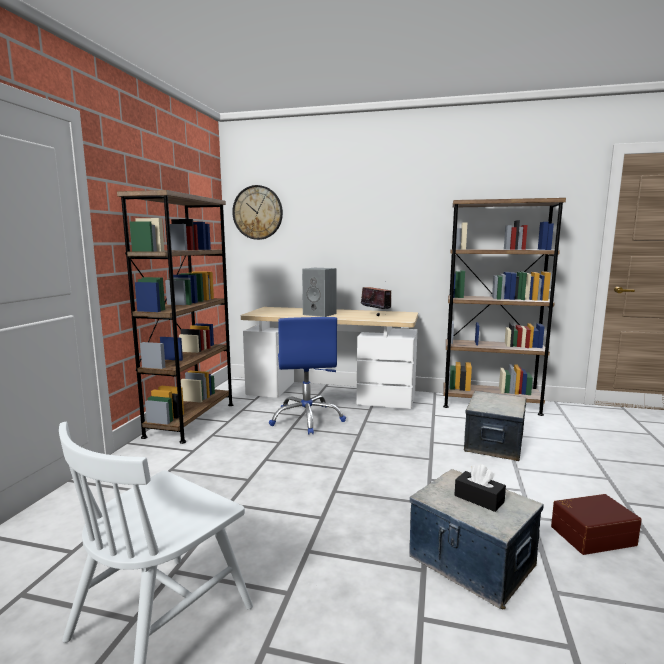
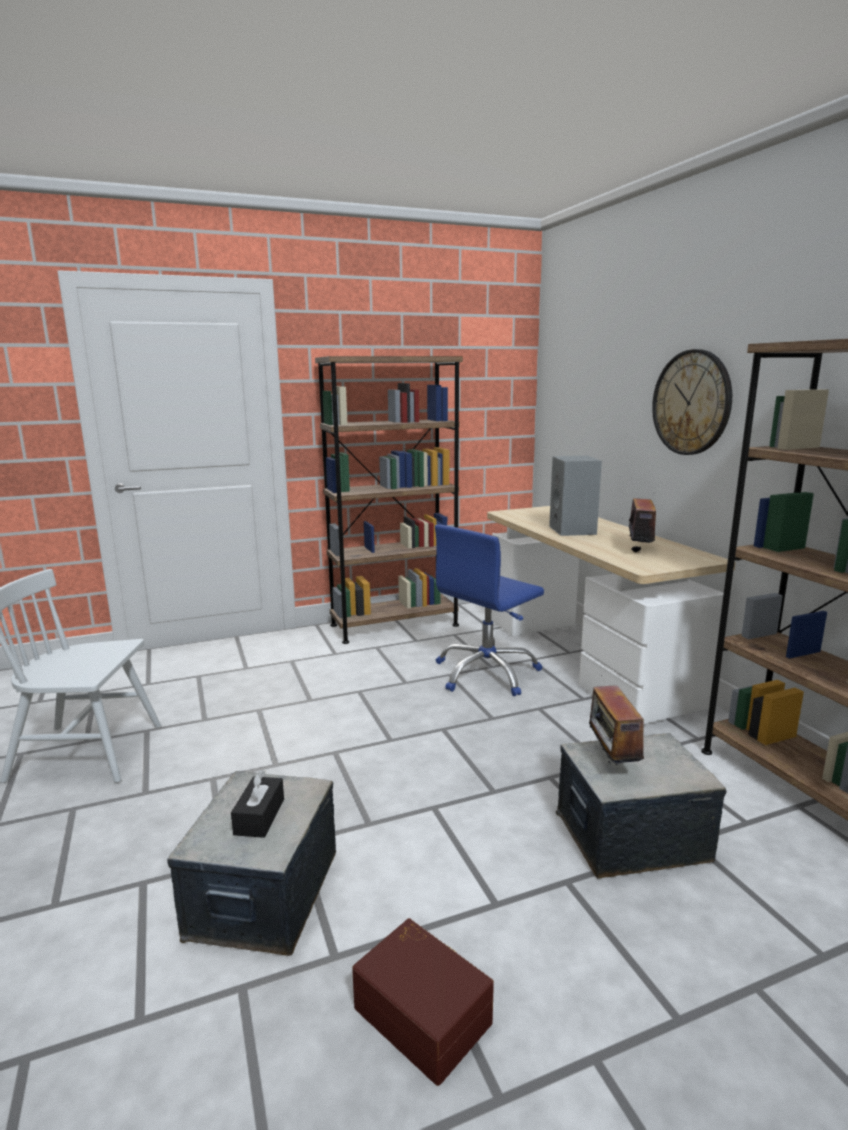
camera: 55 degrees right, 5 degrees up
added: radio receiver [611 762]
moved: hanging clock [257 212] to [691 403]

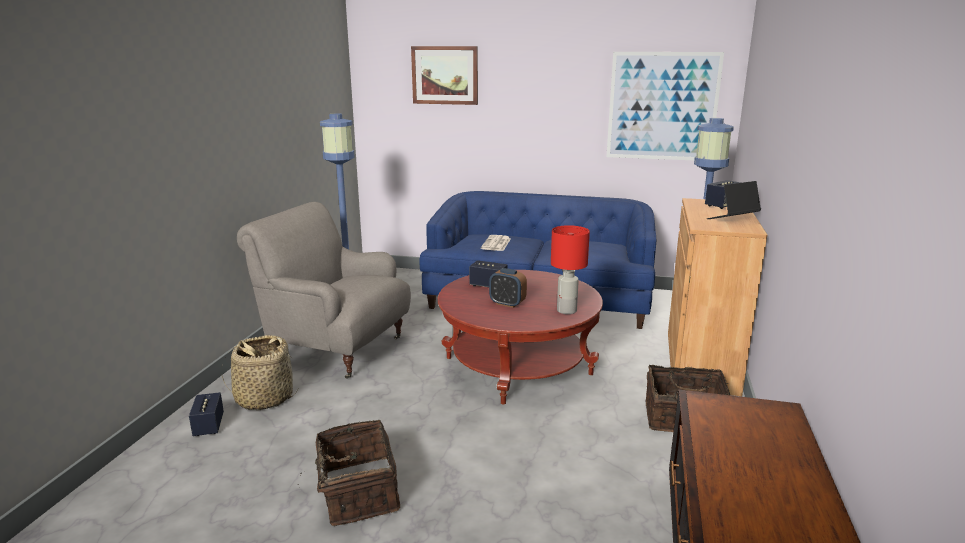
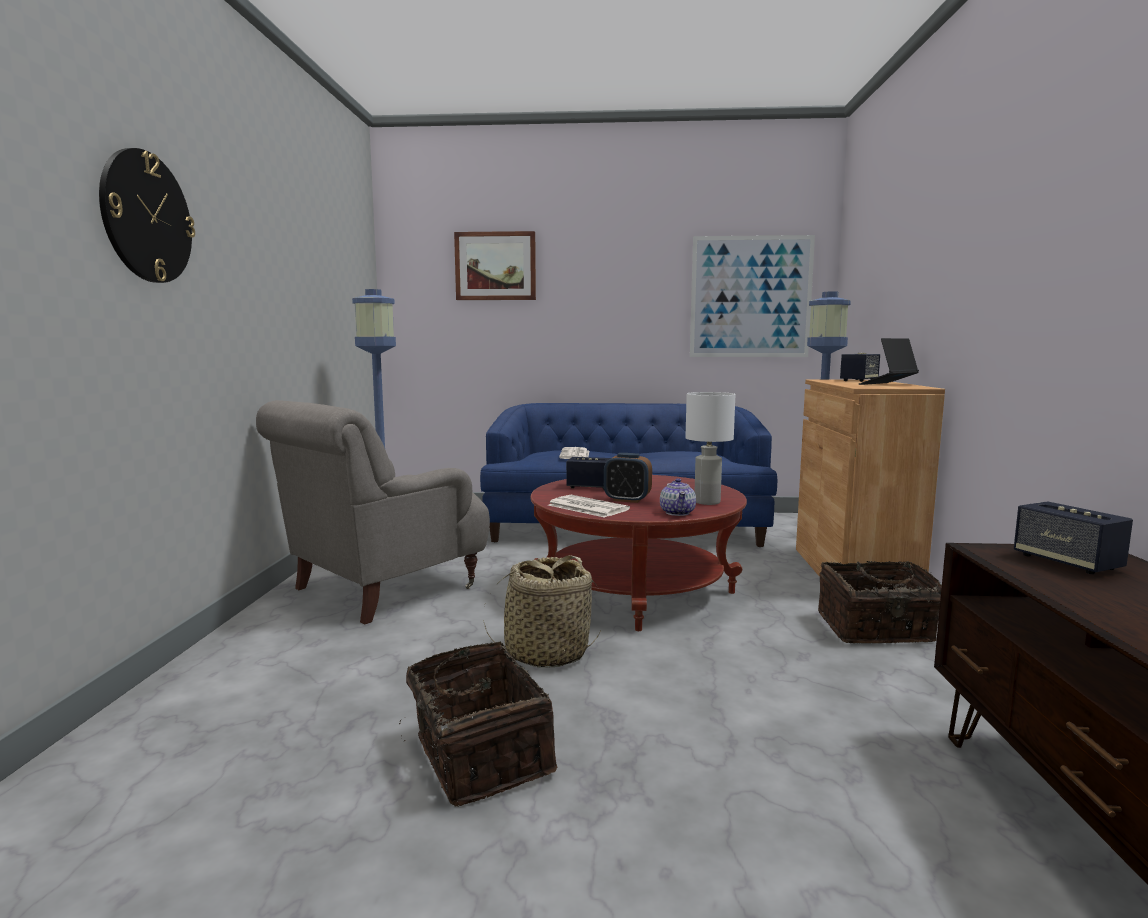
camera: 10 degrees left, 10 degrees down
added: hanging clock [146 217]; daily paper [586 507]; teapot [677 512]
moved: loudspeaker [208 426] to [1066 562]; basket [264 398] to [546 653]
recoloured: lamp for a table (reddish) [566 311] to lamp for a table (white-coloured) [707 502]
turned: armchair (gray) [336 349] = [381 589] 60 degrees counterclockwise

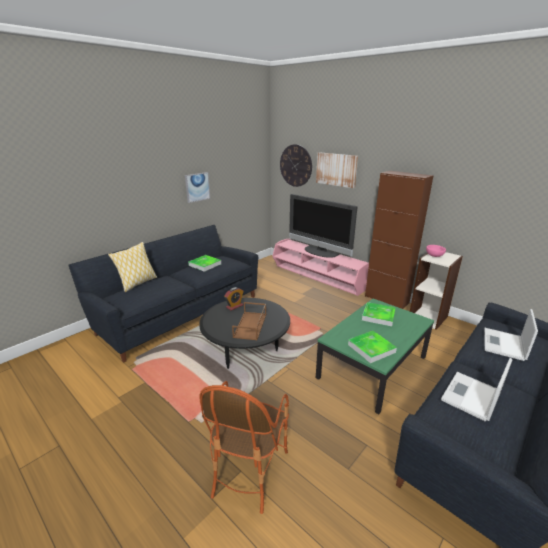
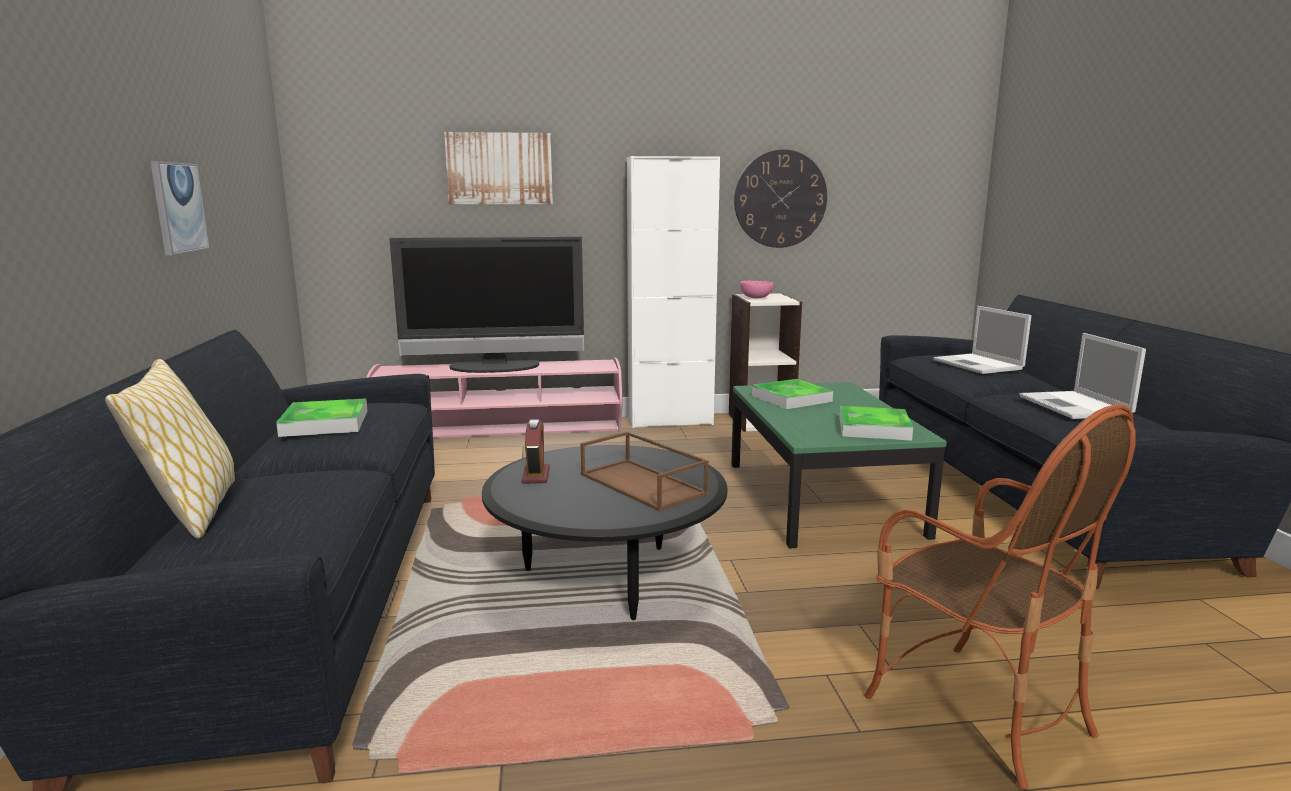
camera: 50 degrees left, 10 degrees down
moved: hanging clock [295 165] to [780 199]
recoloured: cupboard (brown-coloured) [386 299] to cupboard (white-coloured) [670 421]

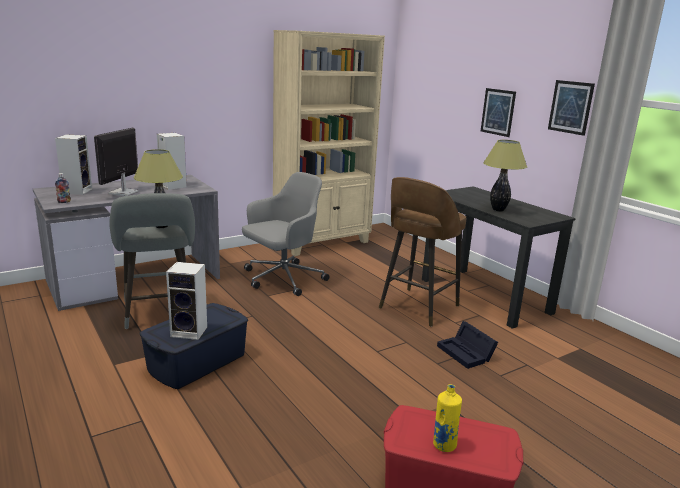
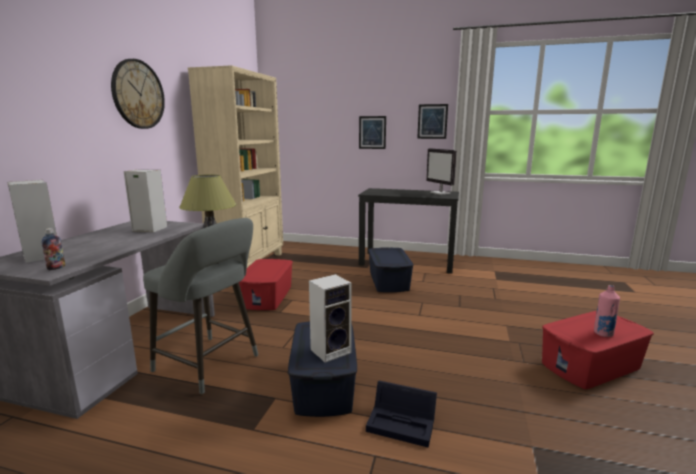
camera: 40 degrees left, 5 degrees down
removed: lamp for a table [498 210]
added: hanging clock [138 94]
moved: computer screen [123 193] to [440 193]; storage container (black-coloured) [467 353] to [403 423]
replaced: office chair (gray) [282 279] to storage container (reddish) [267 296]; stool seat (brown-coloured) [417 307] to storage container (blue) [388 281]
recoloured: beverage bottle (yellow-coloured) [444 445] to beverage bottle (pink-coloured) [603 333]

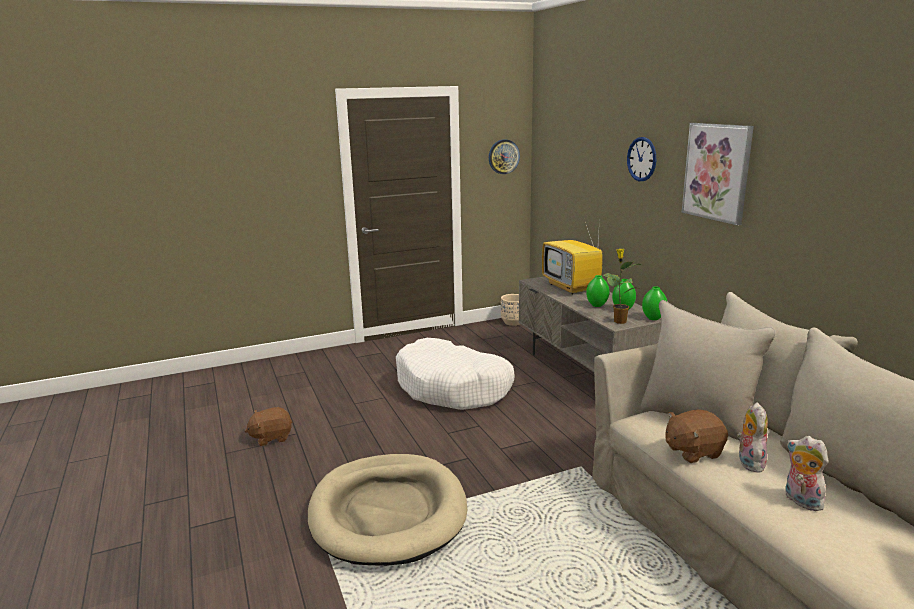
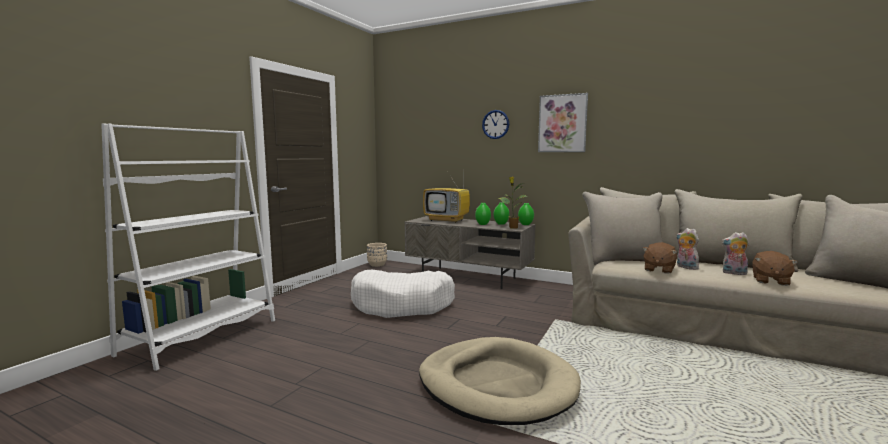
camera: 40 degrees left, 10 degrees down
removed: hanging clock [503 156]
added: shelving unit (white-coloured) [201 337]
moved: soft toy (brown-coloured) [271 437] to [770 281]

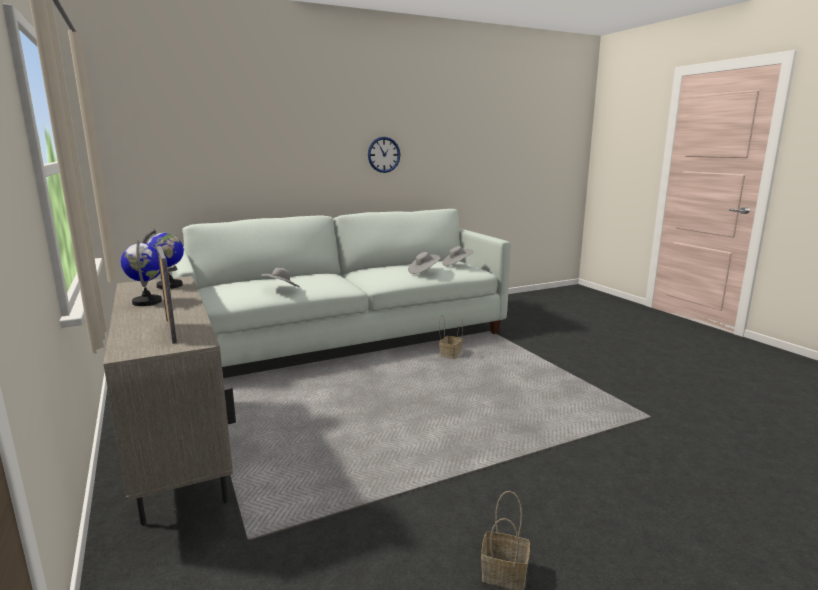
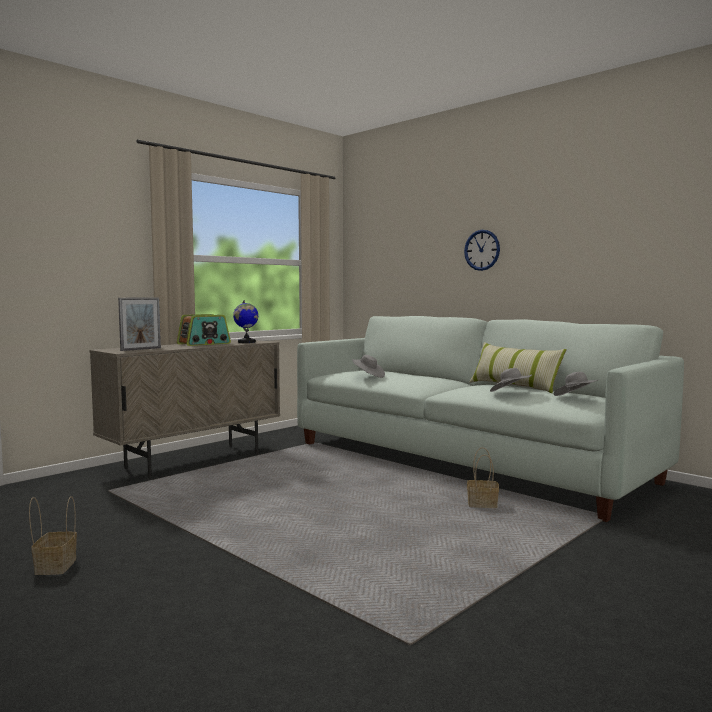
camera: 70 degrees right, 10 degrees down
added: throw pillow [514 386]
moved: hanging clock [383 154] to [482 250]
replaced: globe [147 302] to radio receiver [204 343]

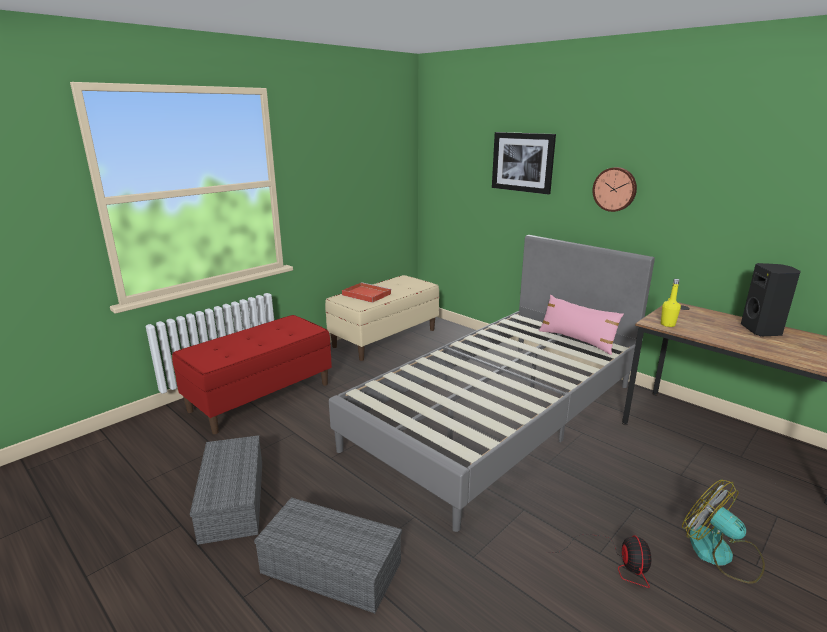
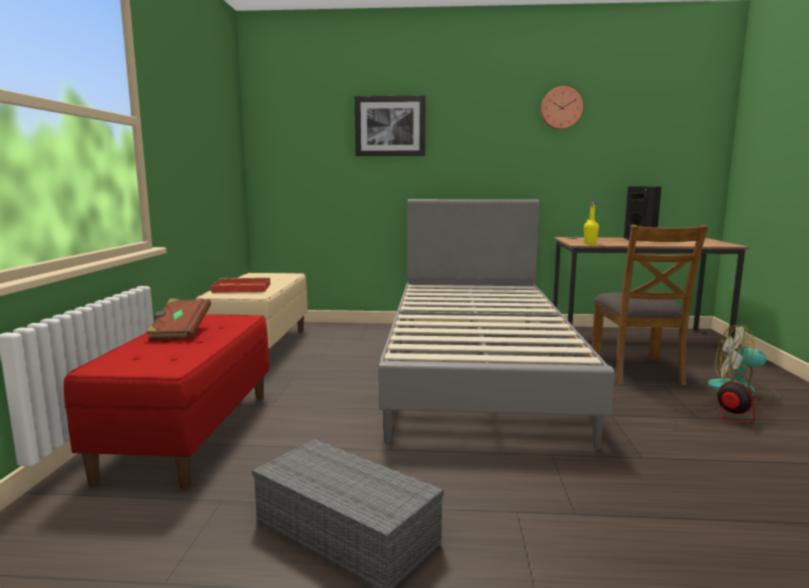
camera: 40 degrees left, 10 degrees down
removed: storage container (gray) [328 568]; throw pillow (pink-coloured) [576 340]
added: bound book (brown-coloured) [180 332]; chair (brown-coloured) [637 370]
moved: hanging clock [615 189] to [561 108]

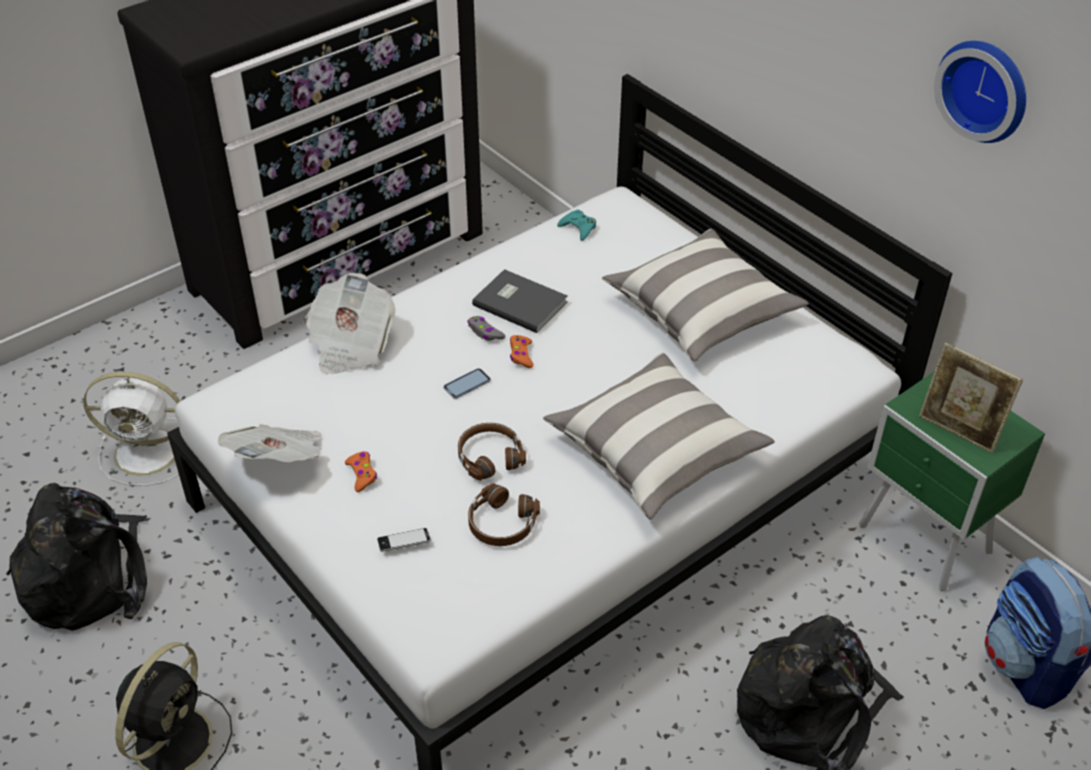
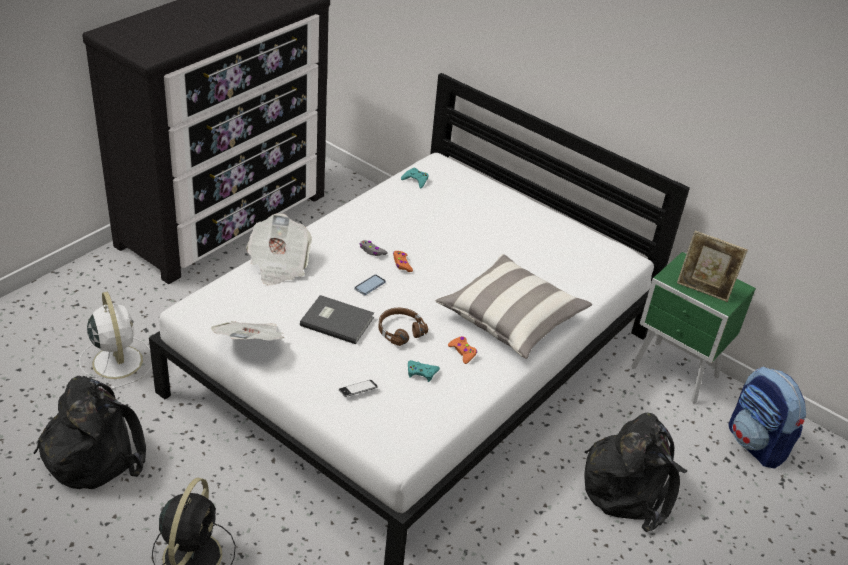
camera: 15 degrees left, 5 degrees down
removed: throw pillow [701 312]; hanging clock [986 89]
moved: gamepad (orange-coloured) [362 474] to [462 352]; bound book (gray) [520 302] to [337 320]
replaced: pair of headphones (brown-coloured) [501 524] to gamepad (turquoise-coloured) [421 372]
turned: electric fan (white-coloured) [150 452] = [117 360] 105 degrees counterclockwise

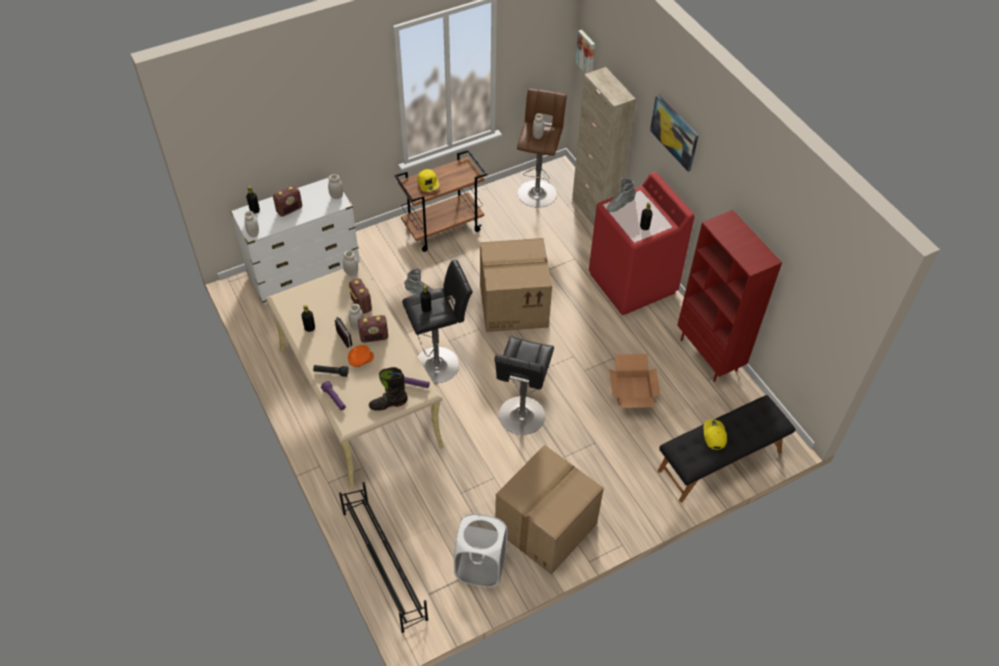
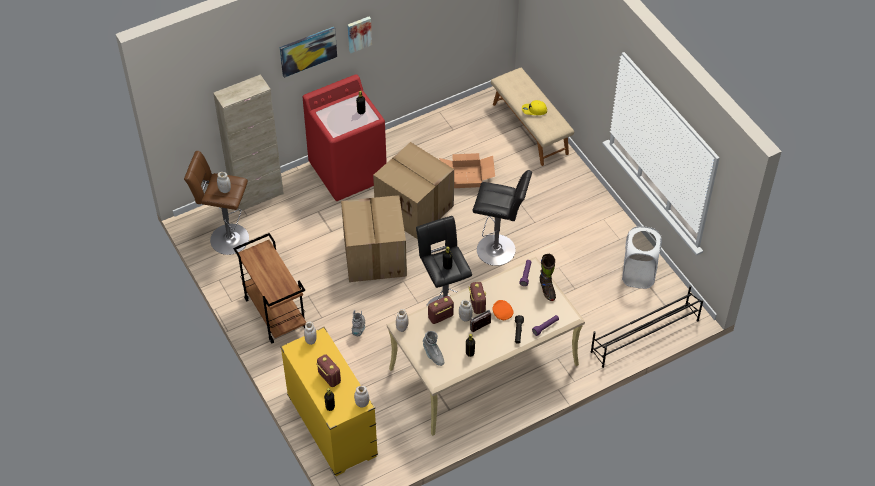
camera: 90 degrees left, 0 degrees up
removed: peaked cap (yellow-coloured) [428 183]; shelving unit (reddish) [709 355]
moved: carton [546 528] to [415 208]; wall art [586 53] to [359 33]; high-top boot (gray) [620 205] to [433 355]
recoloured: drawer chest (white-coloured) [304 272] to drawer chest (yellow-coloured) [332 426]; indoor bench (black-coloured) [720 461] to indoor bench (beige-coloured) [530 128]

